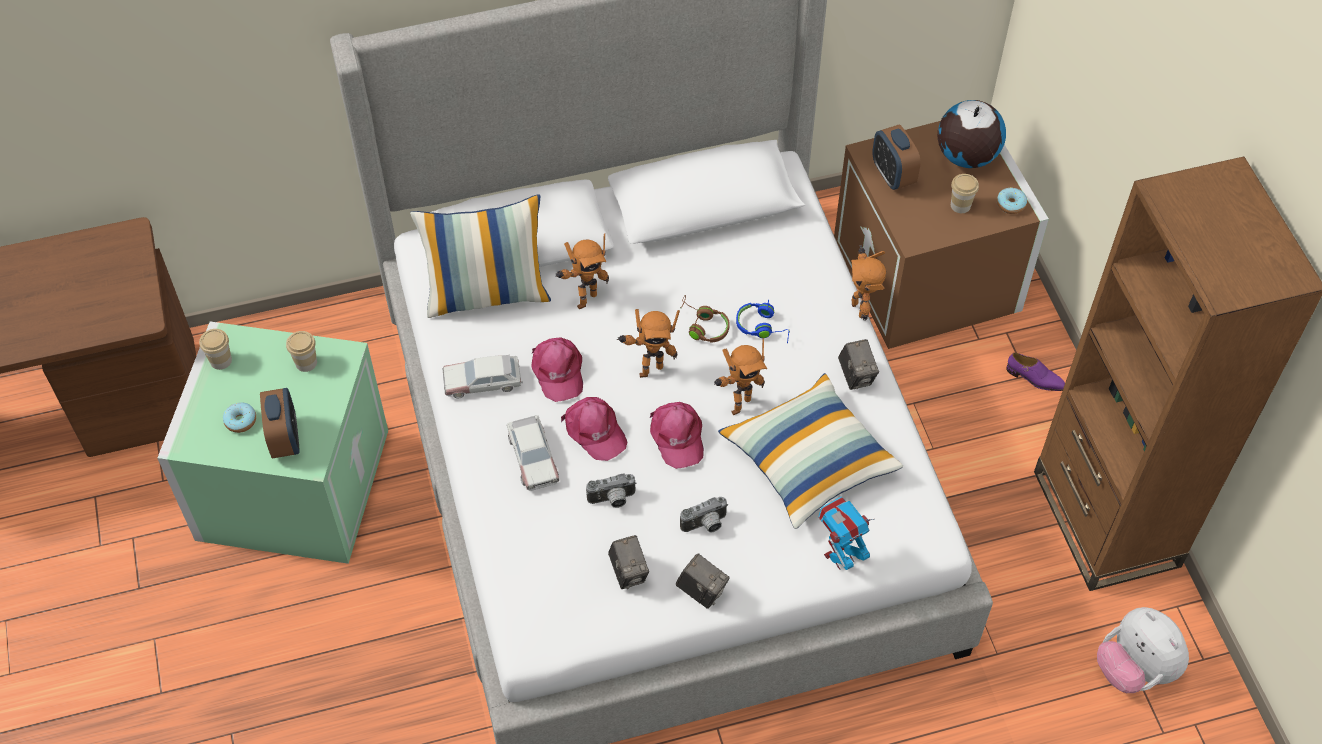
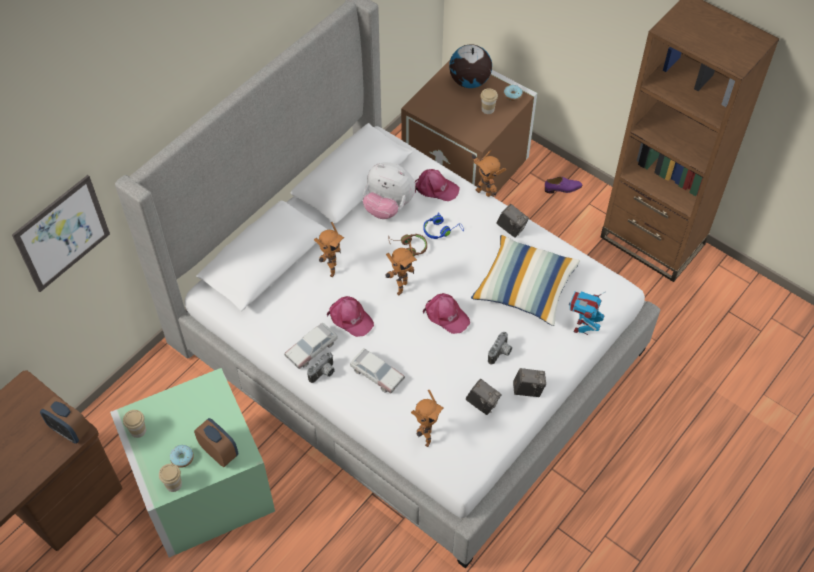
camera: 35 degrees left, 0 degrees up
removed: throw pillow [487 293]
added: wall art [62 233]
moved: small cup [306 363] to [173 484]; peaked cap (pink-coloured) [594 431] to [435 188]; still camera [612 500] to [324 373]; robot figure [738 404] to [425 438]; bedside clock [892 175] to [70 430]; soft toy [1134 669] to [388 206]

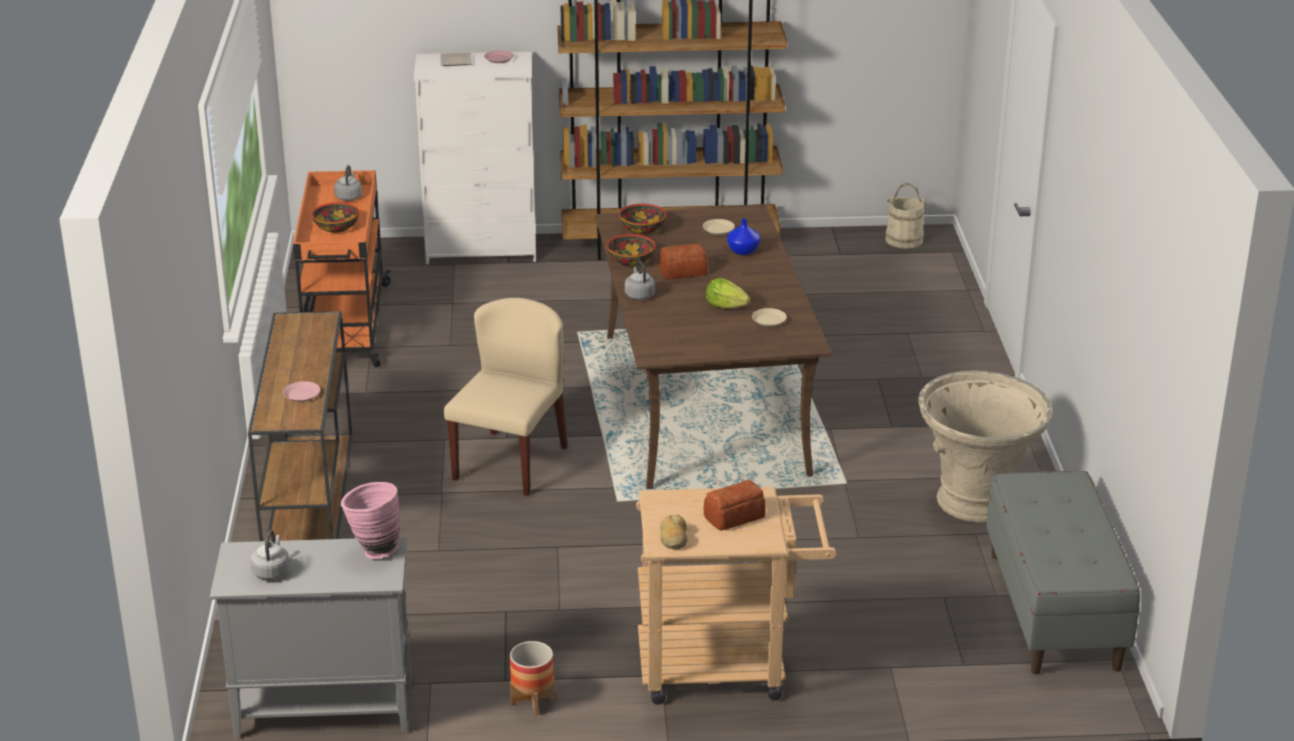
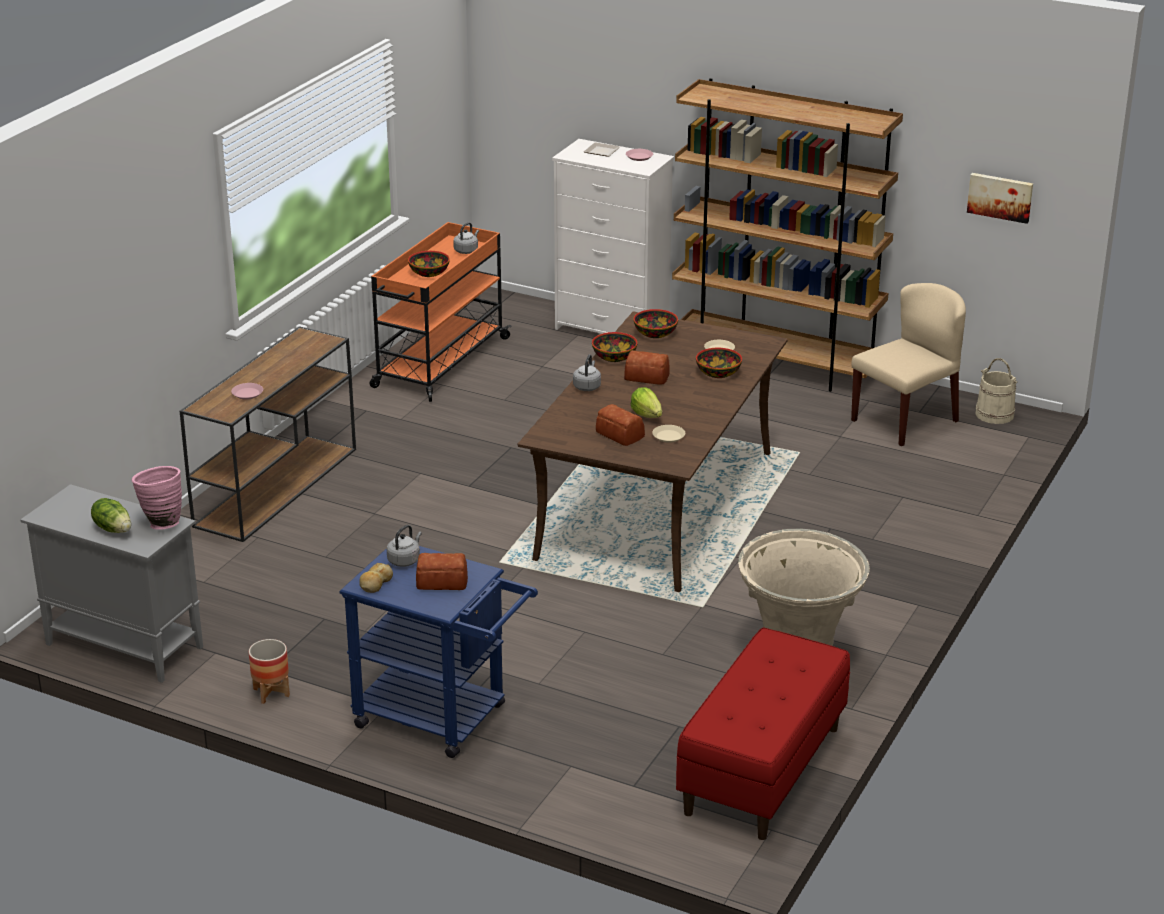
camera: 30 degrees right, 0 degrees up
added: head of lettuce [113 528]; baked bread [620 435]; wall art [1000 197]
moved: water kettle (gray) [272 571] to [405 560]; chair (beige-coloured) [510 462] to [905 420]
replaced: flower vase (blue) [742 251] to bowl [717 373]
recoloured: trolley (beige-coloured) [727 667] to trolley (blue) [442 719]; indoor bench (gray) [1054 611] to indoor bench (reddish) [763 771]

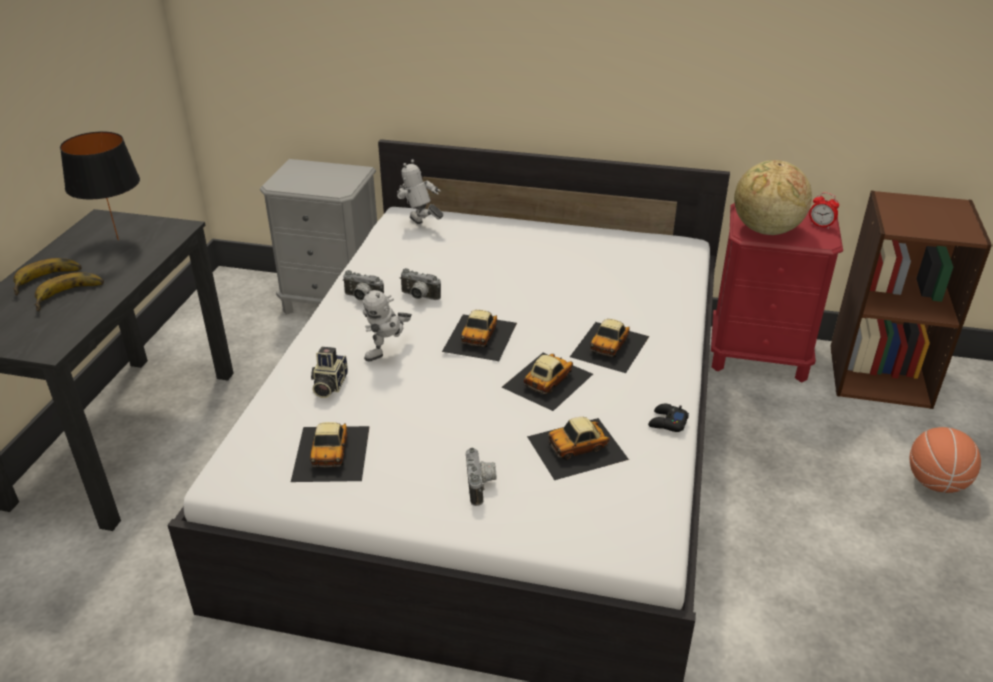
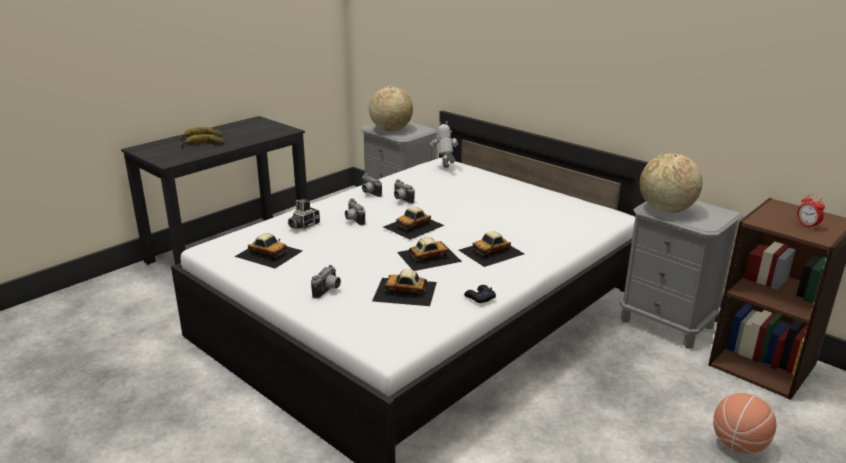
camera: 30 degrees right, 10 degrees down
removed: lamp for a table (black-coloured) [119 239]
added: globe [391 130]
moved: bedside clock [820 225] to [807 225]
replaced: robot figure [388 353] to still camera [353 220]
recoloured: night table (reddish) [759 356] to night table (gray) [667 323]
turned: toy car [332 452] = [269 253] 90 degrees counterclockwise

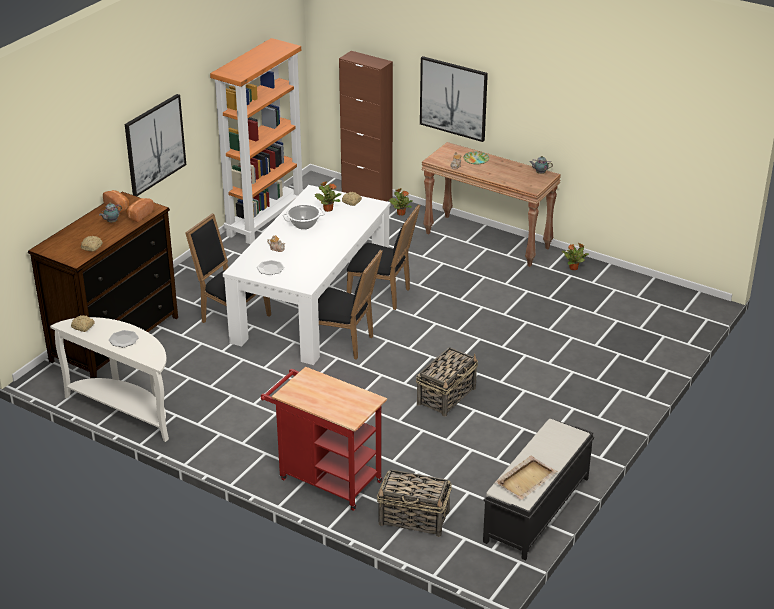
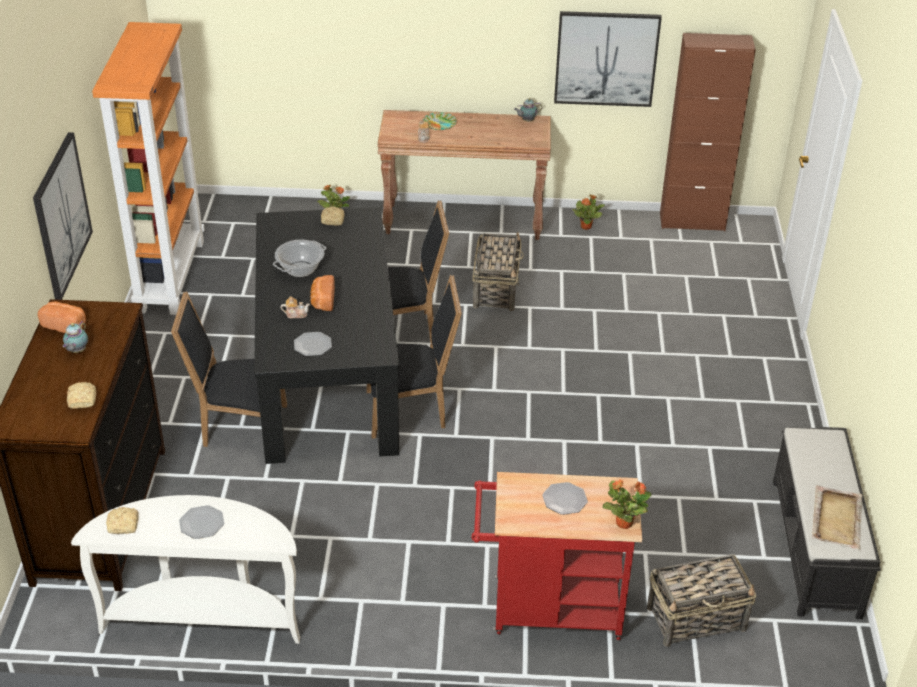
camera: 30 degrees left, 5 degrees up
added: plate [564 499]
moved: baked bread [139 215] to [322 301]; houseplant [328 209] to [623 523]; cupboard (brown-coloured) [367 195] to [692 222]; basket [447 396] to [496 289]; wall art [453 98] to [606 58]
recoloured: dinner table (white-coloured) [312 305] to dinner table (black-coloured) [328 372]

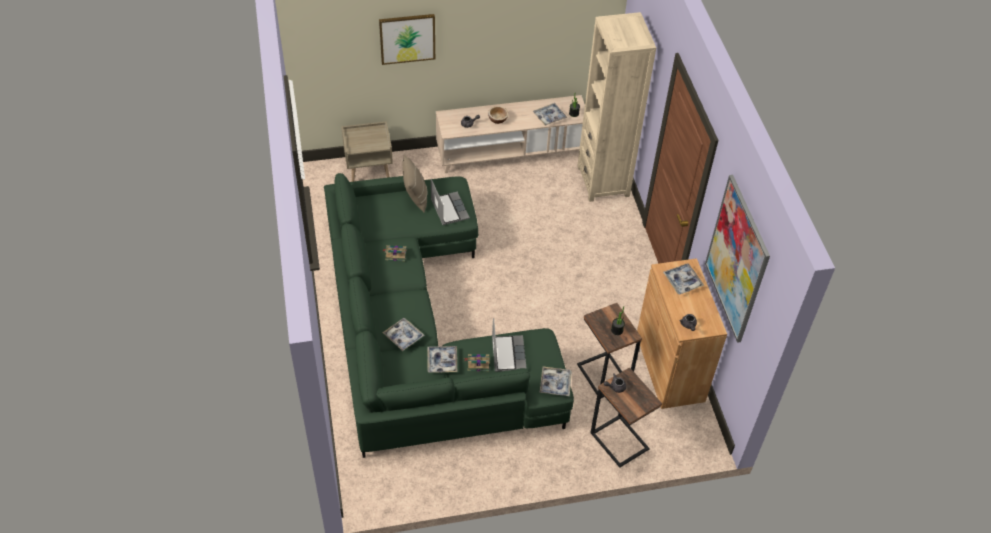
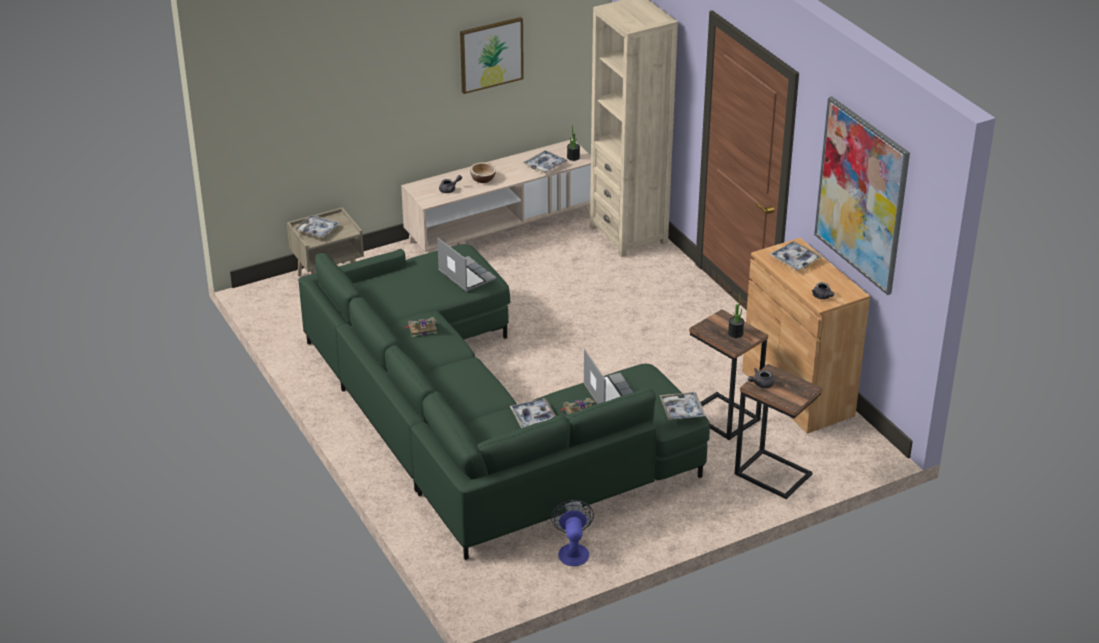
camera: 15 degrees left, 15 degrees down
removed: throw pillow (beige-coloured) [415 197]
added: electric fan [573 550]
moved: wall art [407 38] to [491 54]; serving tray [403 336] to [317 230]

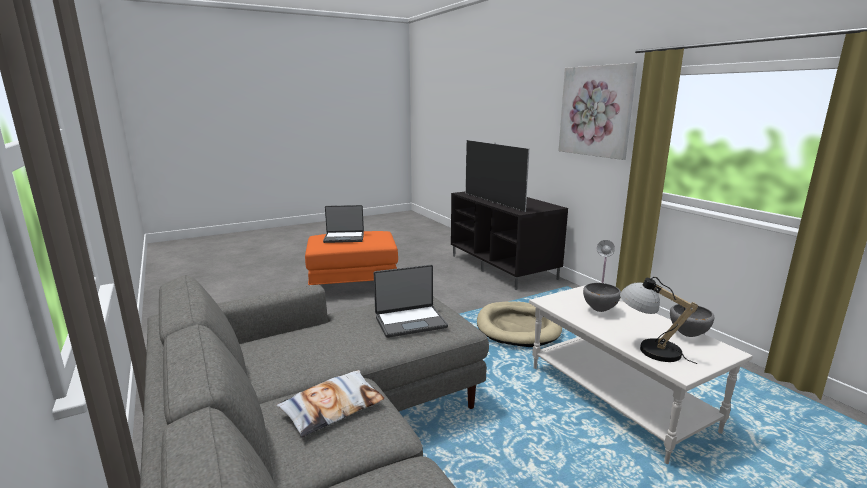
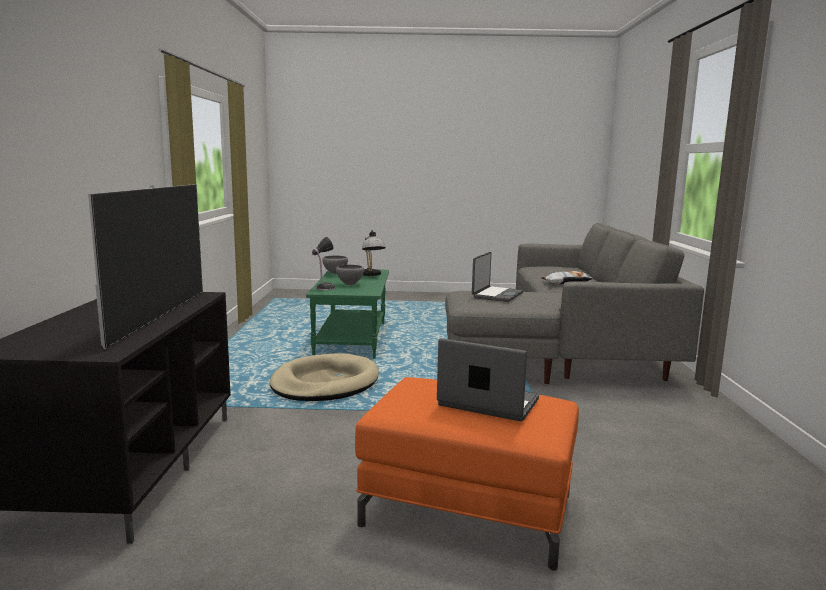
camera: 150 degrees left, 5 degrees down
removed: wall art [595 111]
recoloured: coffee table (white-coloured) [616 398] to coffee table (green) [352 339]
turned: laptop [410 321] = [496 295] 105 degrees clockwise

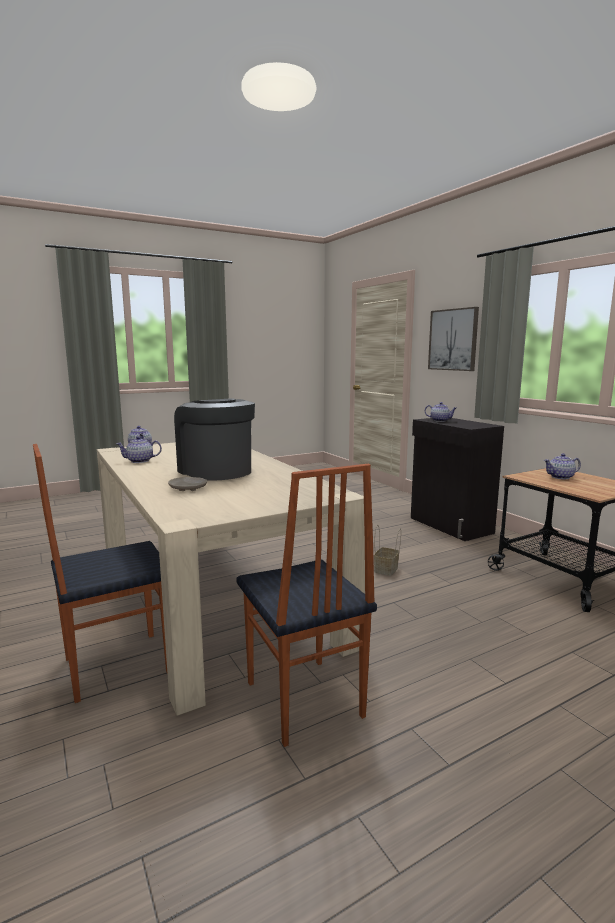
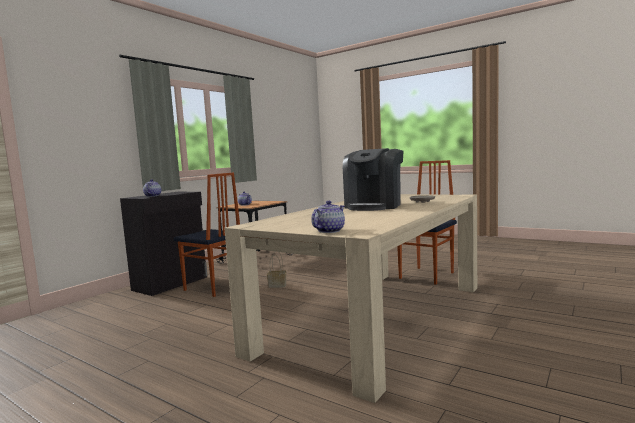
camera: 115 degrees left, 5 degrees down
removed: teapot [140 461]; wall art [453 339]
moved: chair [116 664] to [213 288]

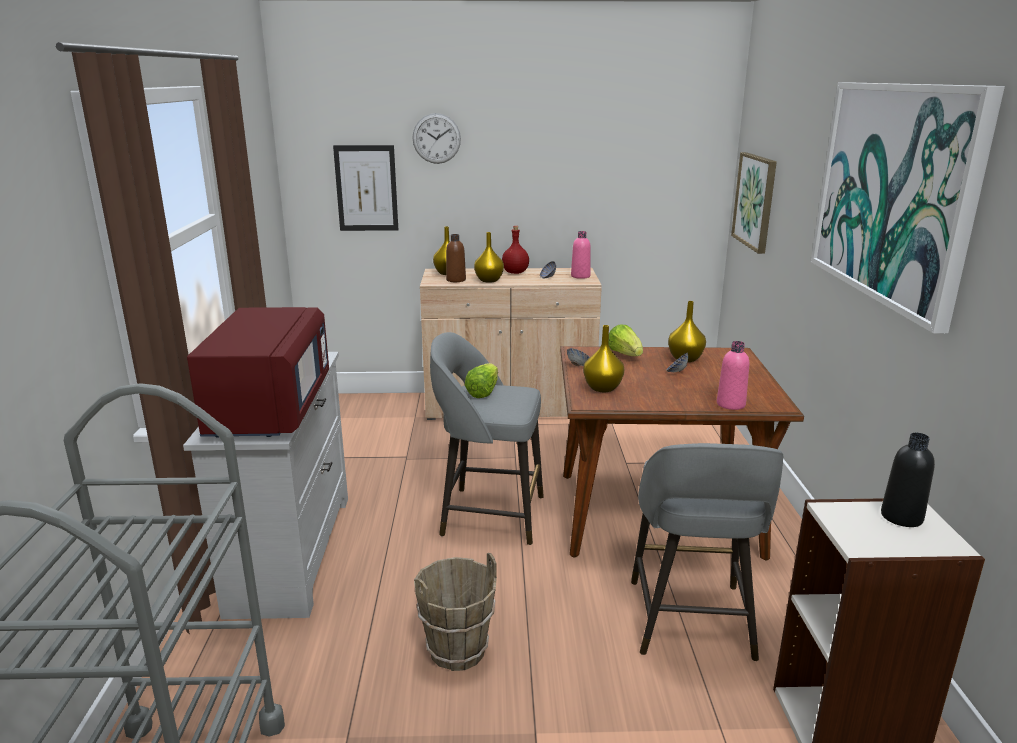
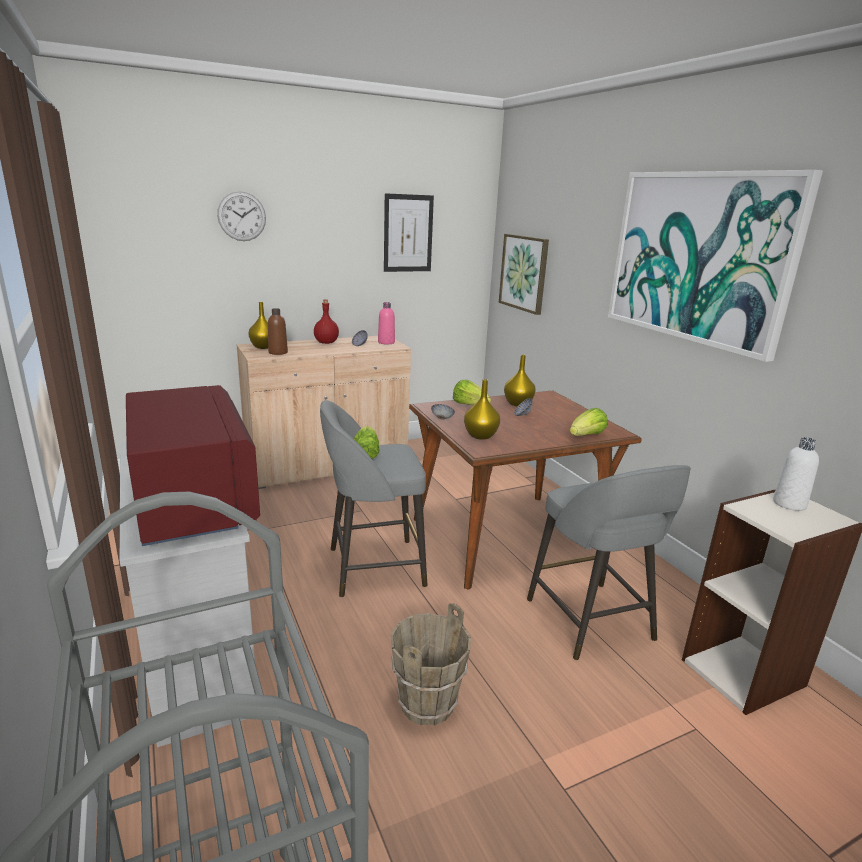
camera: 25 degrees left, 0 degrees up
removed: flower vase (yellow-coloured) [488 280]
moved: wall art [366 188] to [408 233]
replaced: beverage bottle (pink-coloured) [730 404] to head of lettuce [587 436]
recoloured: beverage bottle (black-coloured) [901 517] to beverage bottle (white-coloured) [789 504]

